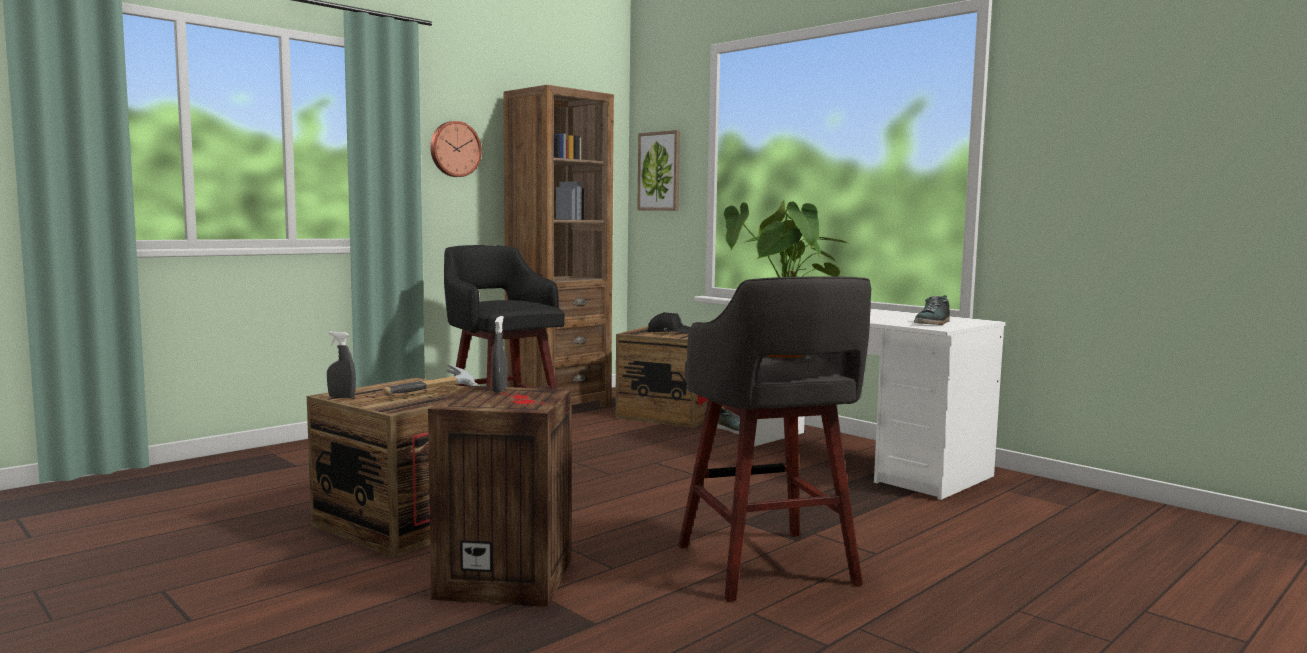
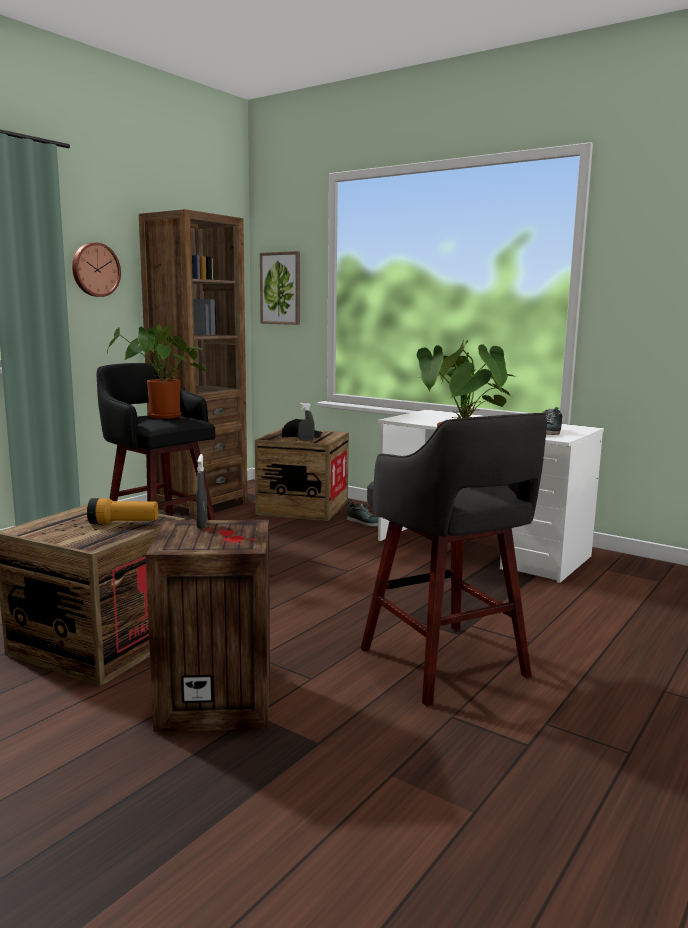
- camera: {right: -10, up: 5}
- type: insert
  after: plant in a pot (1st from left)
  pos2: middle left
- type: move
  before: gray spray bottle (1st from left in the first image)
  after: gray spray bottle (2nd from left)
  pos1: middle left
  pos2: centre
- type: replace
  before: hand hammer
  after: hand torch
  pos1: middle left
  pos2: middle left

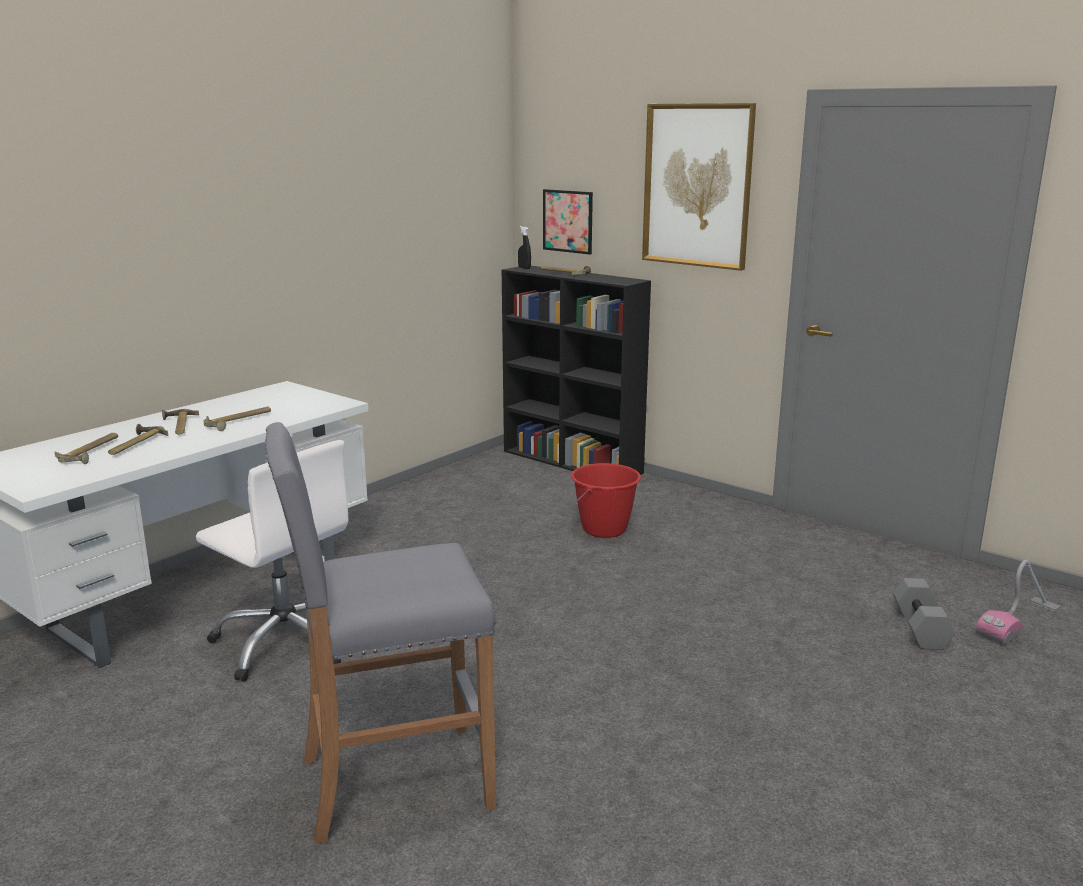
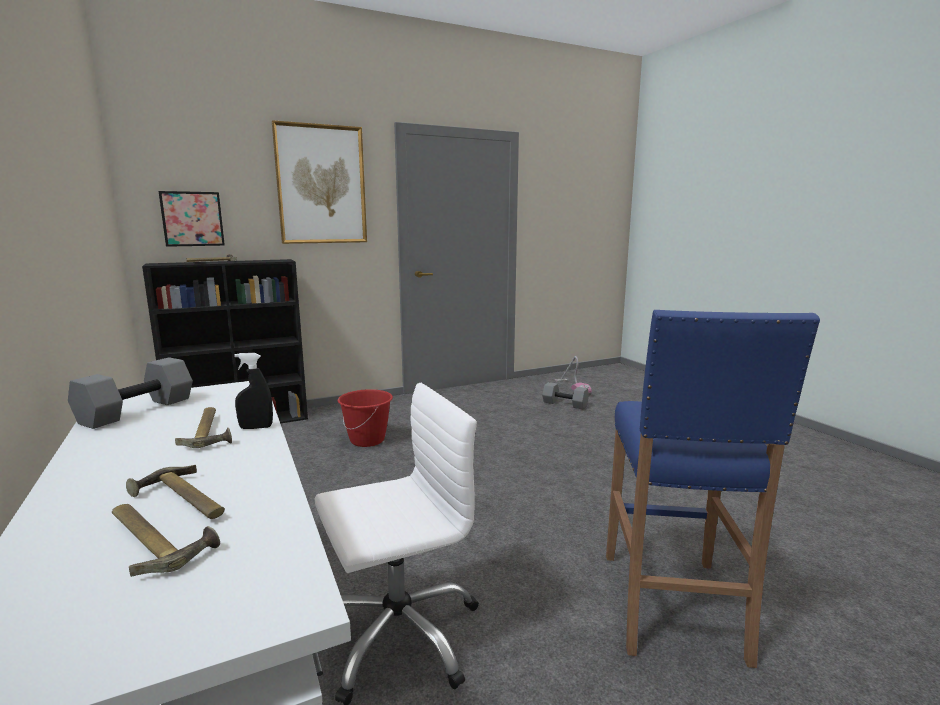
- camera: {right: -65, up: -5}
- type: delete
  before: hand hammer (3rd from left)
  pos1: middle left
- type: insert
  after: gray hand weight (1st from left)
  pos2: middle left
- type: move
  before: blackish spray bottle
  pos1: top centre
  pos2: middle left
- type: recolor
  before: gray stool seat
  after: bluish stool seat
  pos1: bottom centre
  pos2: bottom right

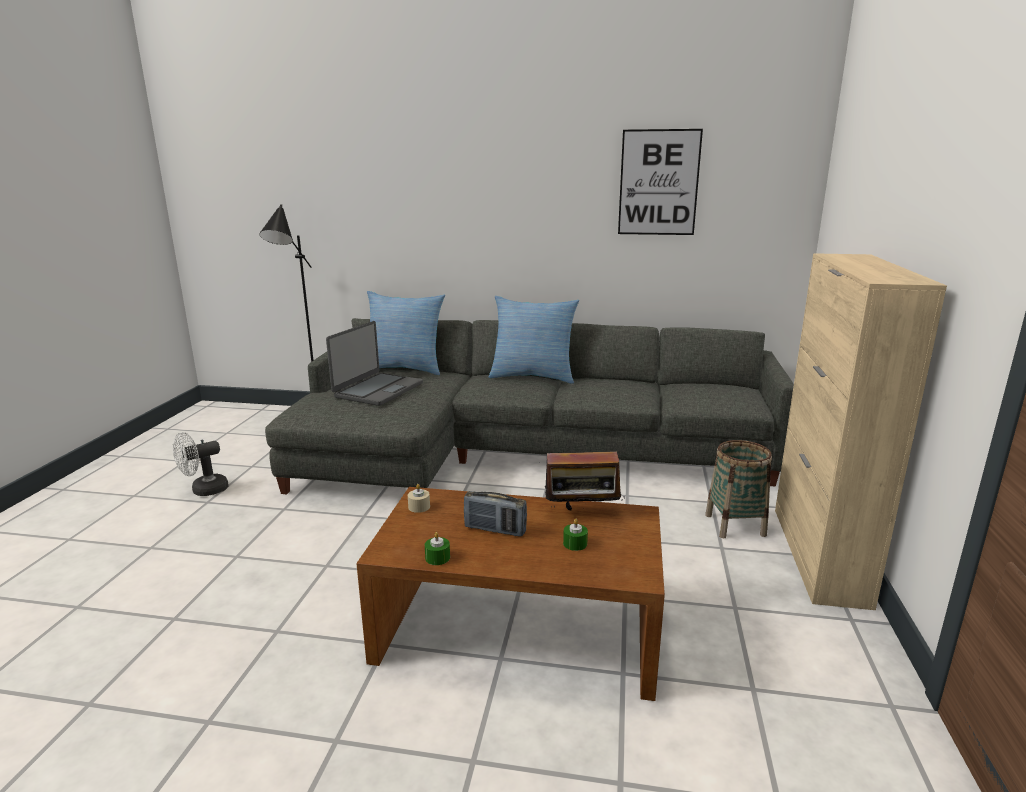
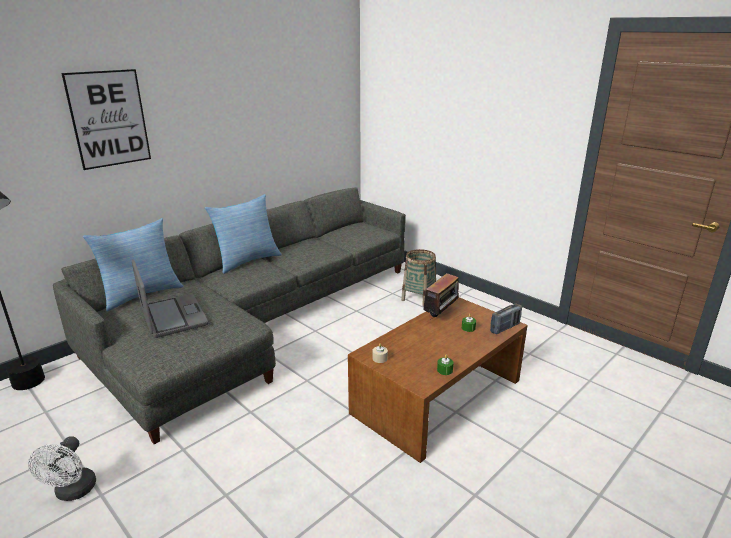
- camera: {right: -55, up: 5}
- type: delete
  before: beige cupboard
  pos1: middle right
- type: move
  before: radio (1st from left in the first image)
  after: radio (2nd from left)
  pos1: centre
  pos2: middle right
- type: move
  before: wall art
  pos1: top centre
  pos2: top left

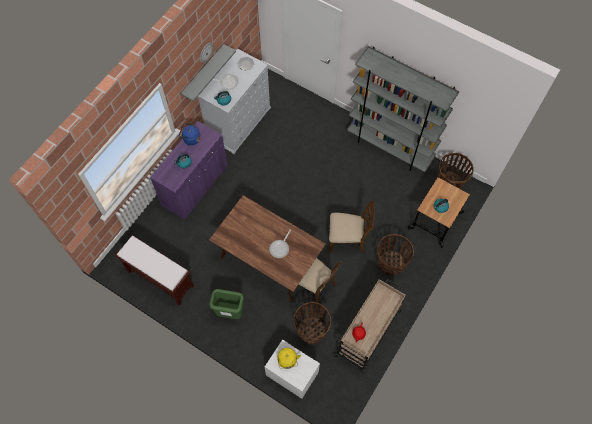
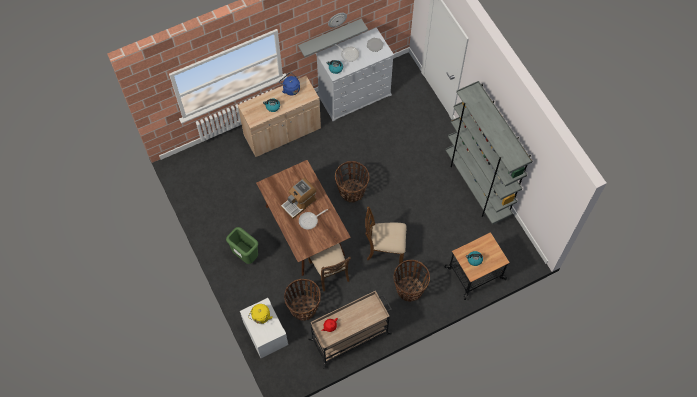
- camera: {right: 30, up: 0}
- type: delete
  before: brown long seat
  pos1: middle left
- type: insert
  after: coffee maker
  pos2: centre
- type: move
  before: household basket (3rd from left in the first image)
  after: household basket (2nd from left)
  pos1: middle right
  pos2: centre
- type: recolor
  before: purple-coloured cupboard
  after: beige cupboard
  pos1: middle left
  pos2: top centre
- type: rotate
  before: brown chair (2nd from left)
  pos1: centre
  pos2: centre
  turn: 150

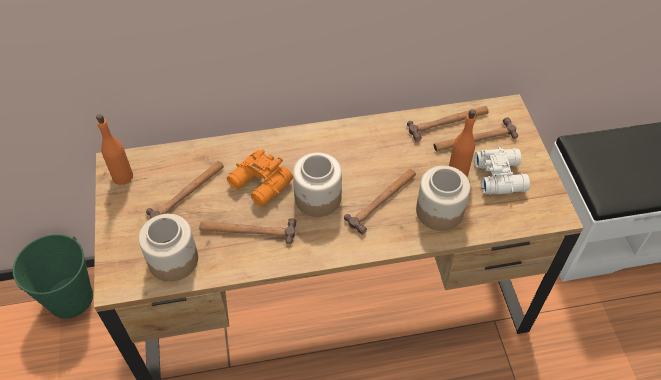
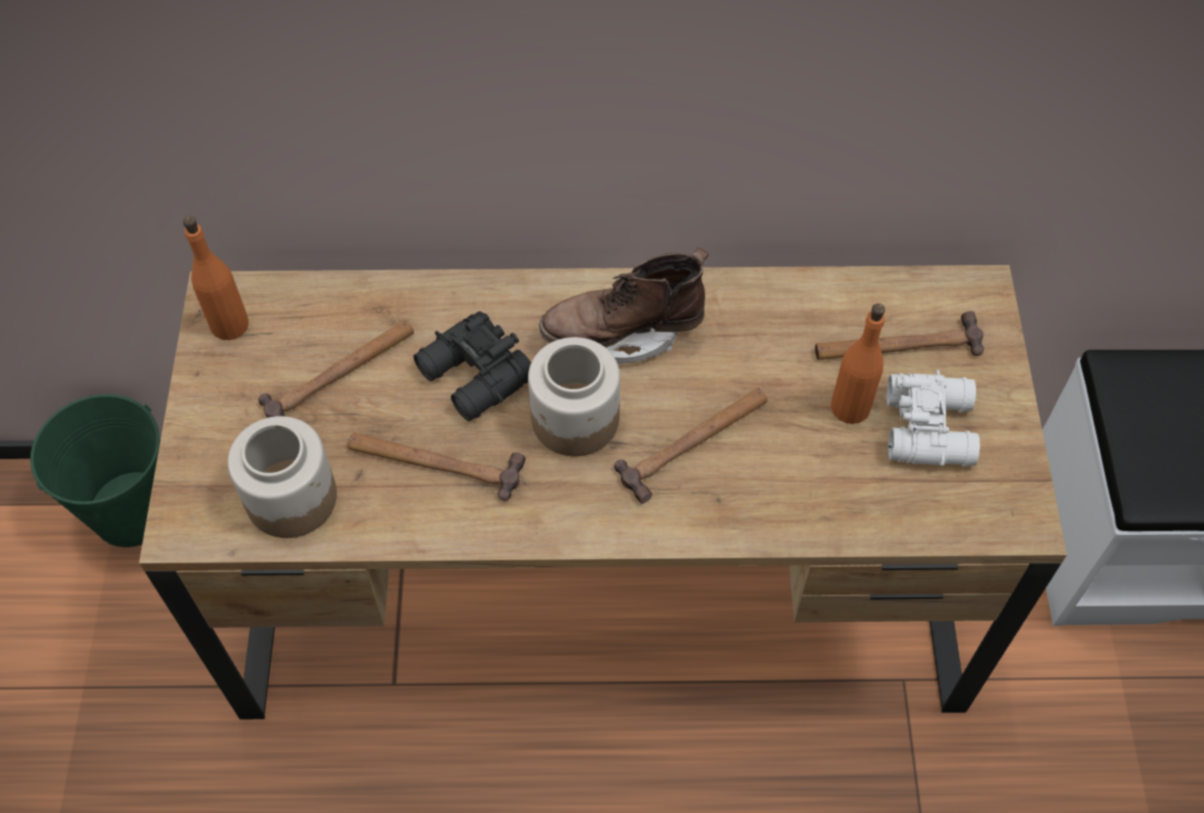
- camera: {right: 10, up: 5}
- type: delete
  before: hand hammer (4th from left)
  pos1: top right
- type: delete
  before: preserve jar (3rd from left)
  pos1: middle right
- type: insert
  after: brown boot
  pos2: centre
- type: recolor
  before: orange binoculars
  after: blackish binoculars
  pos1: centre
  pos2: centre

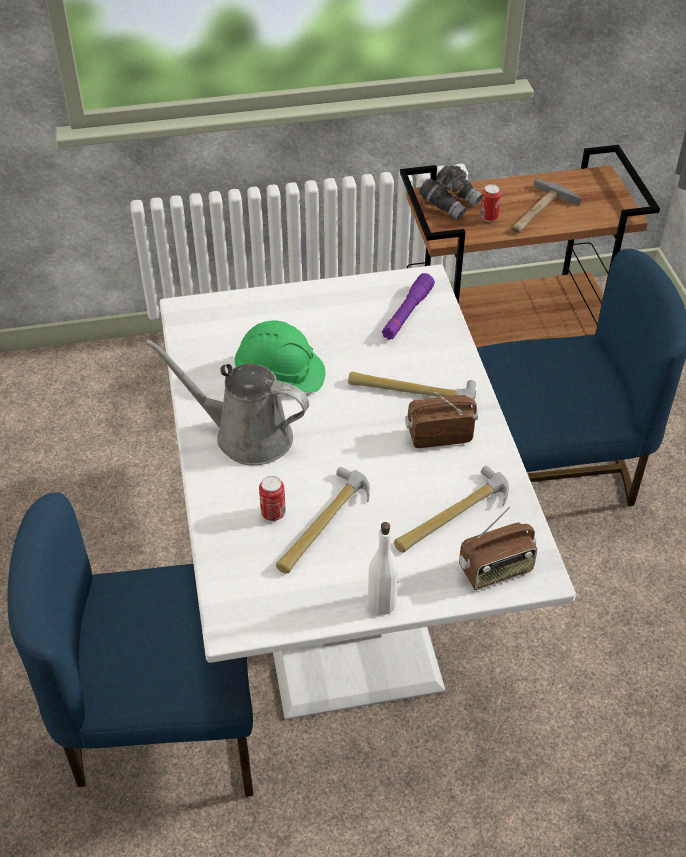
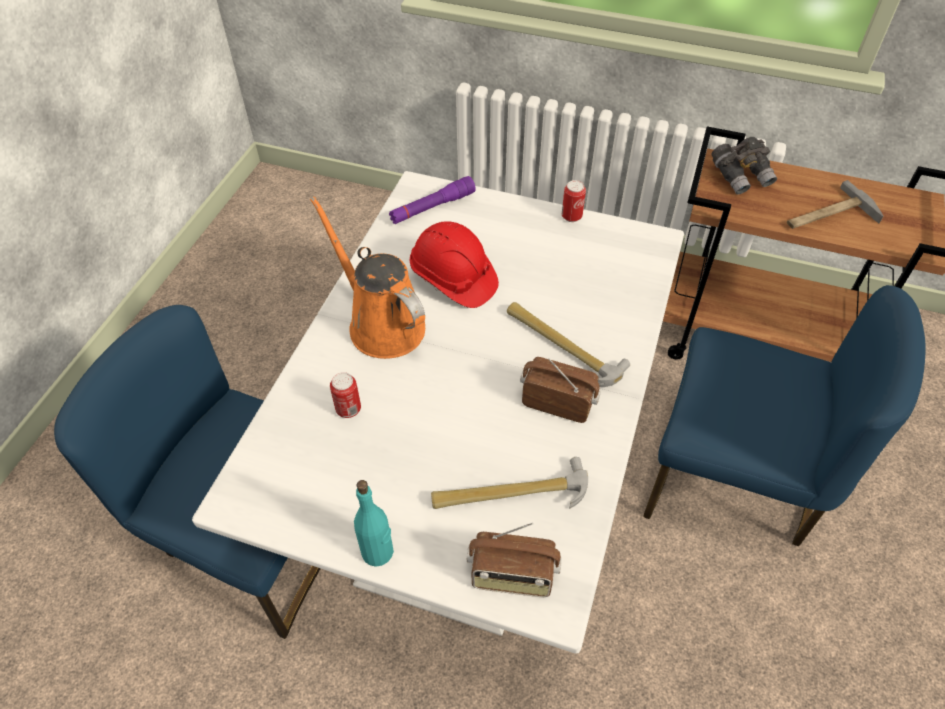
- camera: {right: 30, up: 5}
- type: delete
  before: hand hammer (1st from left)
  pos1: centre
- type: move
  before: purple-coloured hand torch
  pos1: centre
  pos2: top centre
- type: move
  before: metal can (2nd from left)
  pos1: top right
  pos2: top centre
- type: recolor
  before: gray sprinkling can
  after: orange sprinkling can
  pos1: middle left
  pos2: centre
- type: recolor
  before: green-coloured hard hat
  after: reddish hard hat
  pos1: centre
  pos2: centre
- type: recolor
  before: white drink bottle
  after: blue-green drink bottle
  pos1: centre
  pos2: bottom centre

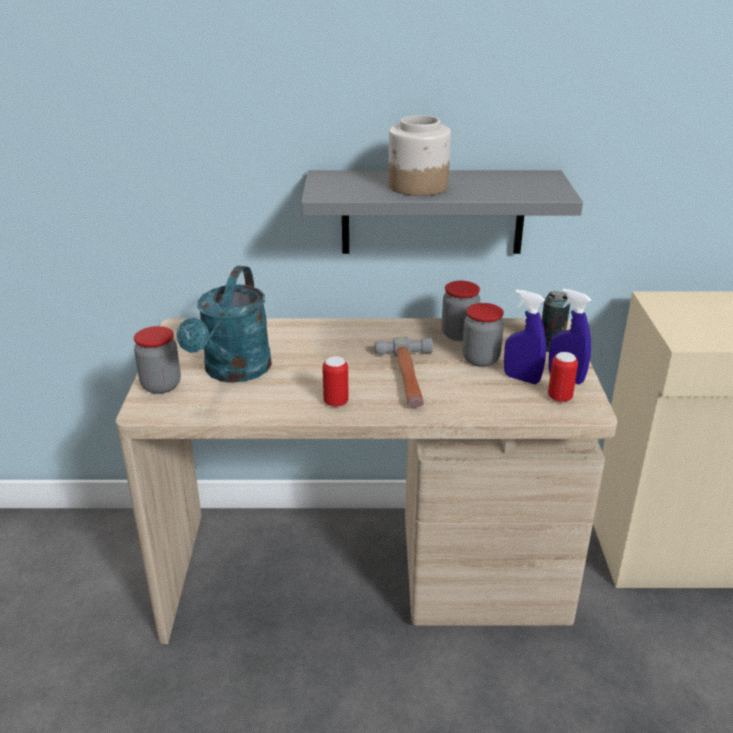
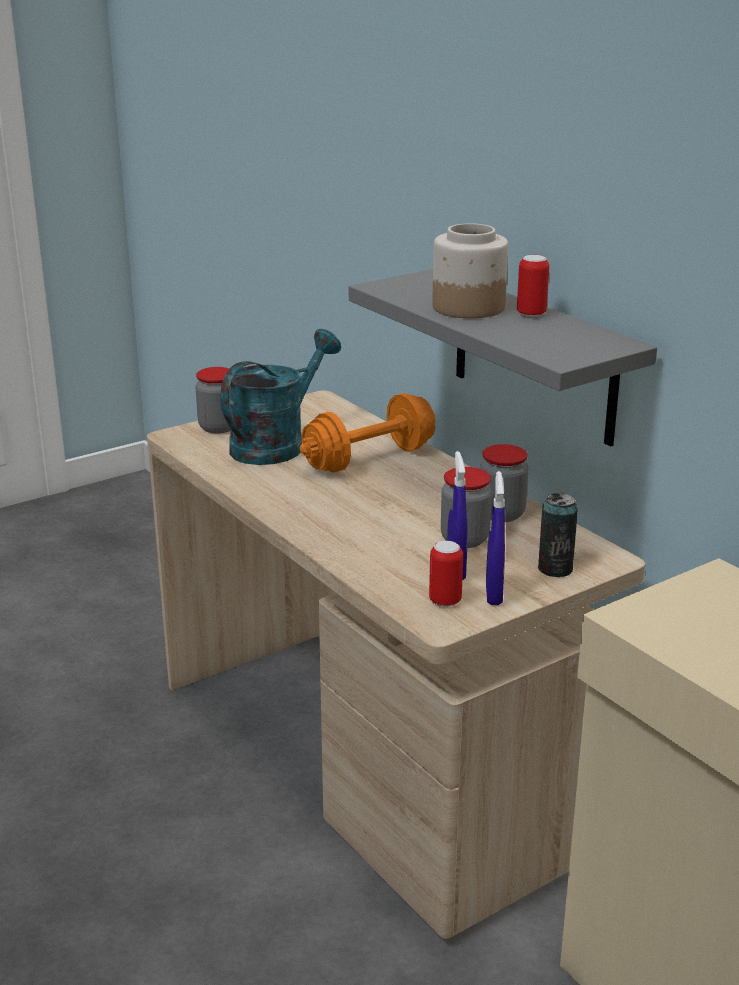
- camera: {right: 55, up: -5}
- type: delete
  before: hand hammer
  pos1: centre
- type: insert
  after: orange hand weight
  pos2: centre
- type: move
  before: metal can (1st from left in the first image)
  after: metal can (2nd from left)
  pos1: centre
  pos2: top right
- type: rotate
  before: blue-green sprinkling can
  pos1: middle left
  pos2: centre
  turn: 150

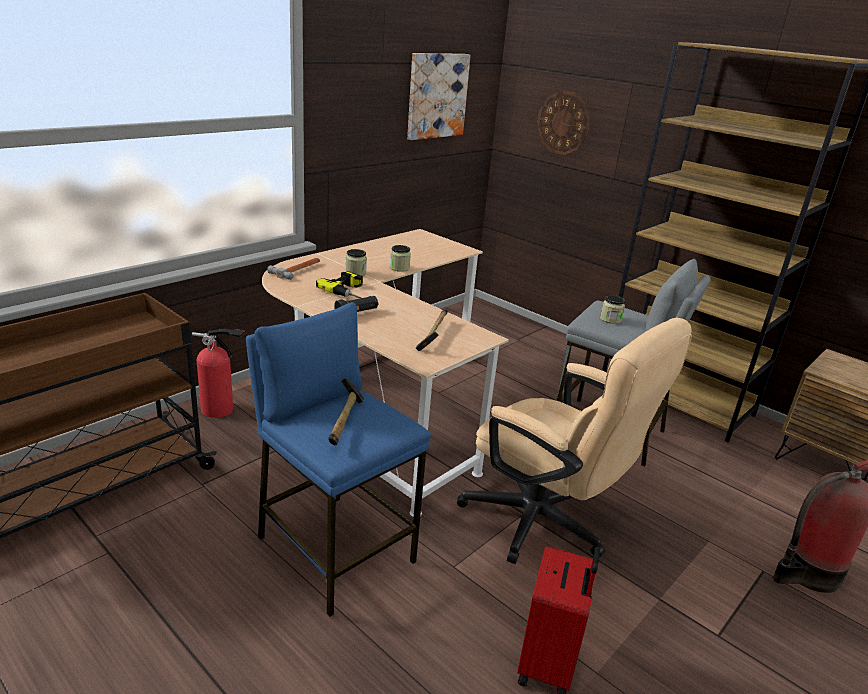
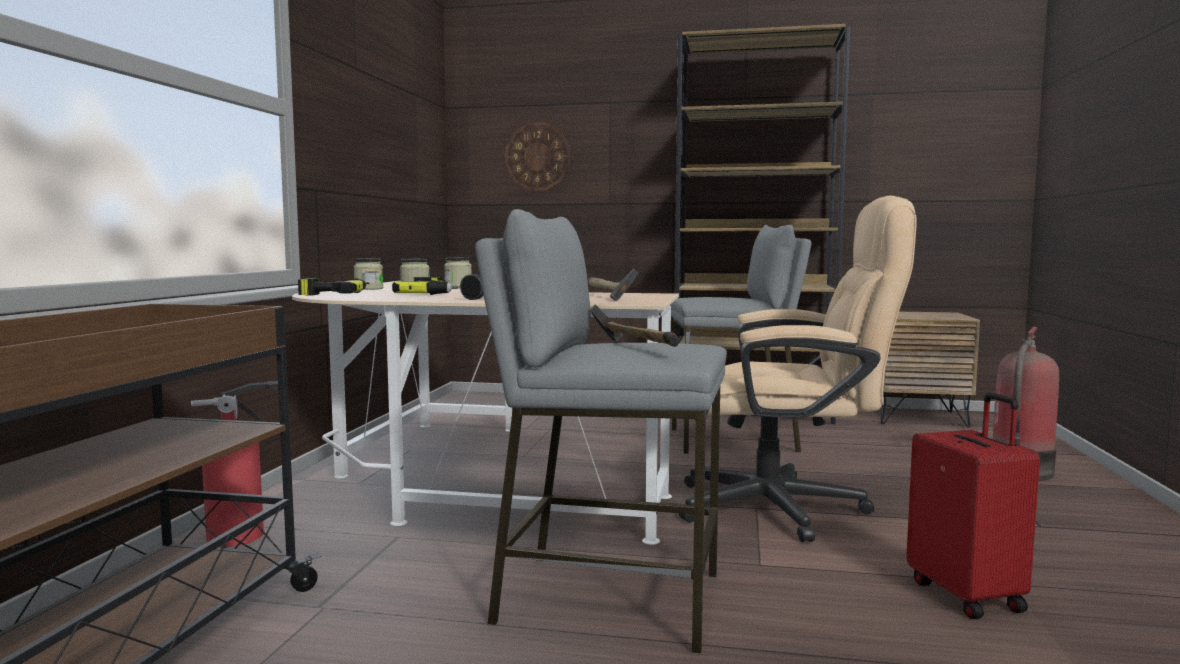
- camera: {right: -30, up: -20}
- type: delete
  before: wall art
  pos1: top centre
- type: move
  before: preserve jar (3rd from left in the first image)
  after: preserve jar (1st from left)
  pos1: middle right
  pos2: middle left
- type: replace
  before: hand hammer (1st from left)
  after: power drill (1st from left)
  pos1: centre
  pos2: middle left
- type: recolor
  before: bluish stool seat
  after: gray stool seat (1st from left)
  pos1: centre
  pos2: centre

